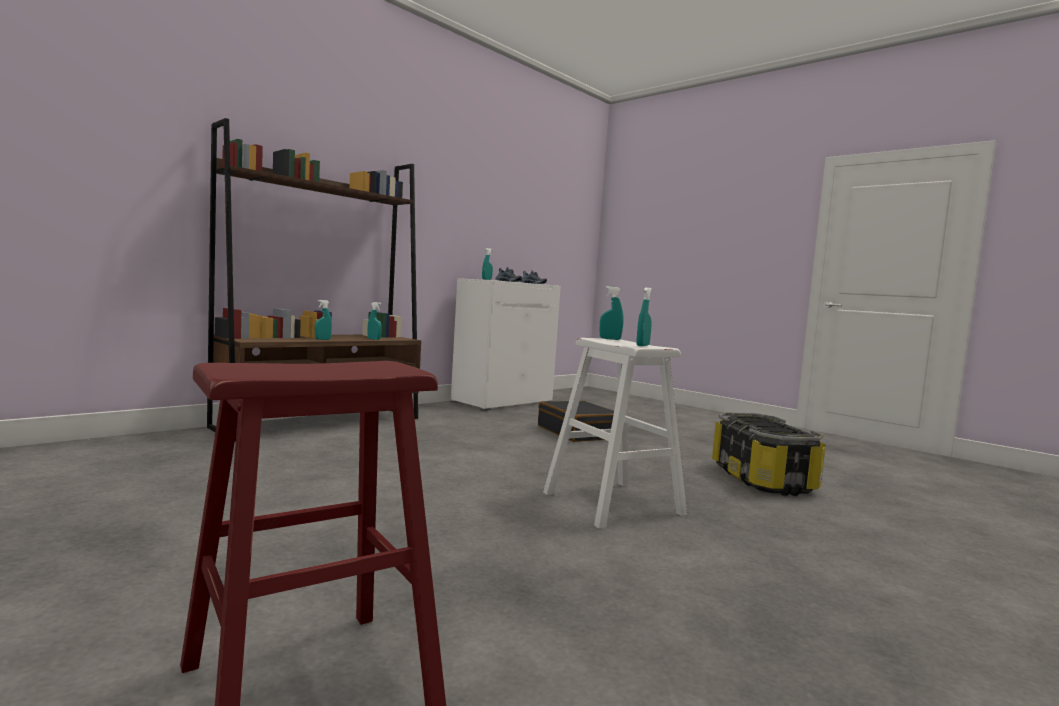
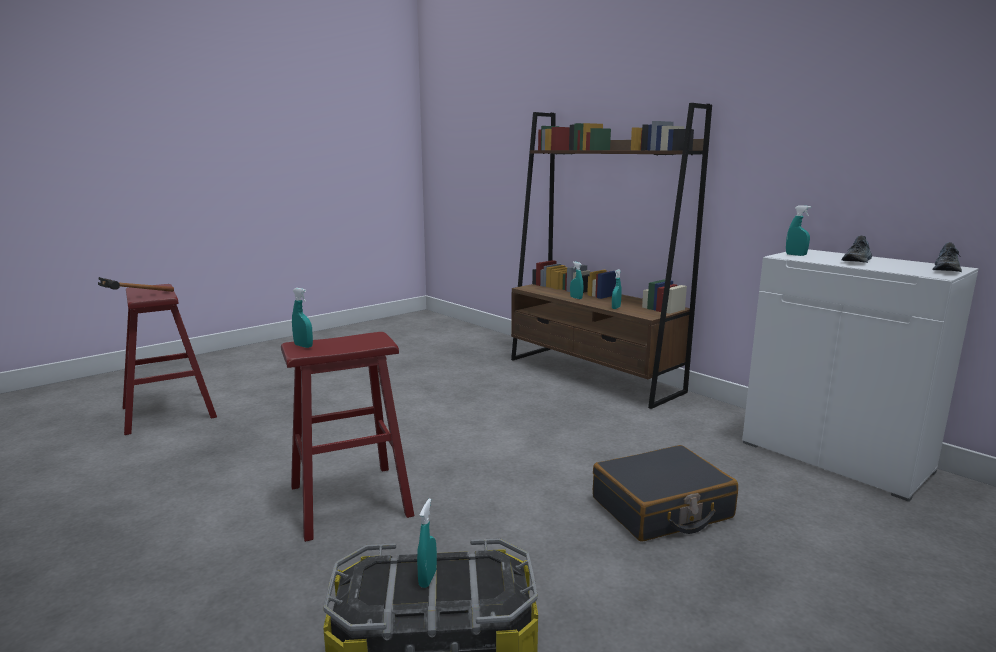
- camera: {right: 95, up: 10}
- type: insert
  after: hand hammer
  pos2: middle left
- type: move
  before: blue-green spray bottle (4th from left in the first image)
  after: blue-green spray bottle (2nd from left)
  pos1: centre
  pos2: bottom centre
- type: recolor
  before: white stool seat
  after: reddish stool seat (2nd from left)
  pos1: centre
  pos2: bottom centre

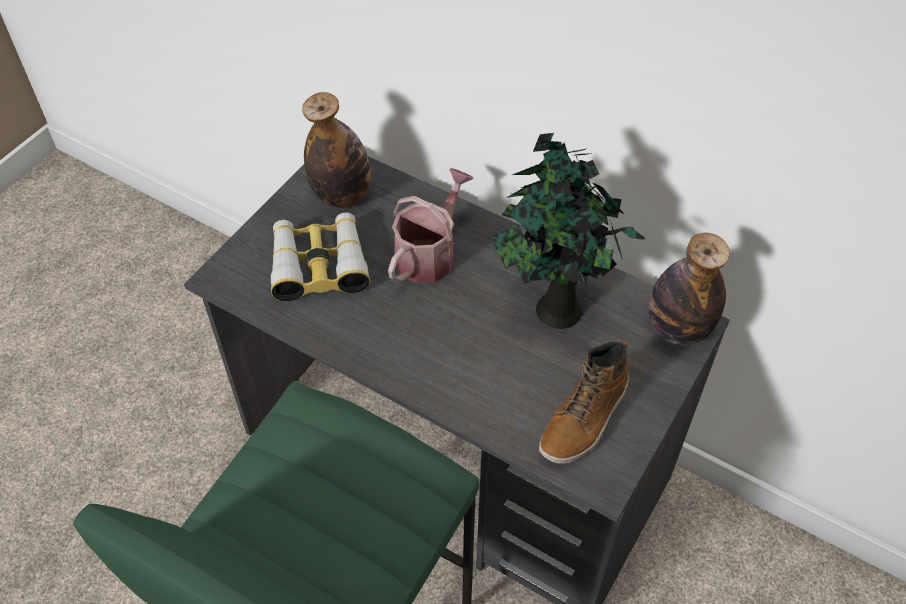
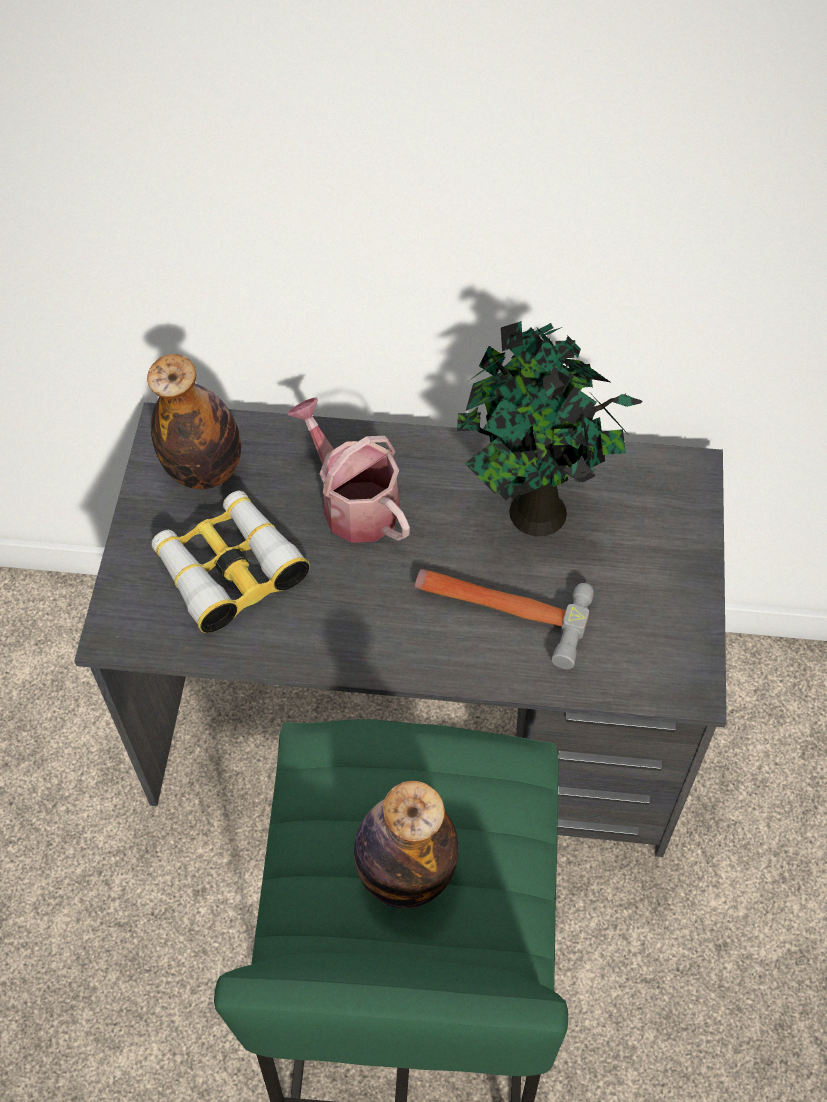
- camera: {right: -25, up: 5}
- type: delete
  before: boot
  pos1: centre
- type: insert
  after: hand hammer
  pos2: centre
- type: move
  before: drink bottle (2nd from left)
  pos1: middle right
  pos2: bottom centre
- type: rotate
  before: sprinkling can
  pos1: centre
  pos2: centre
  turn: -45

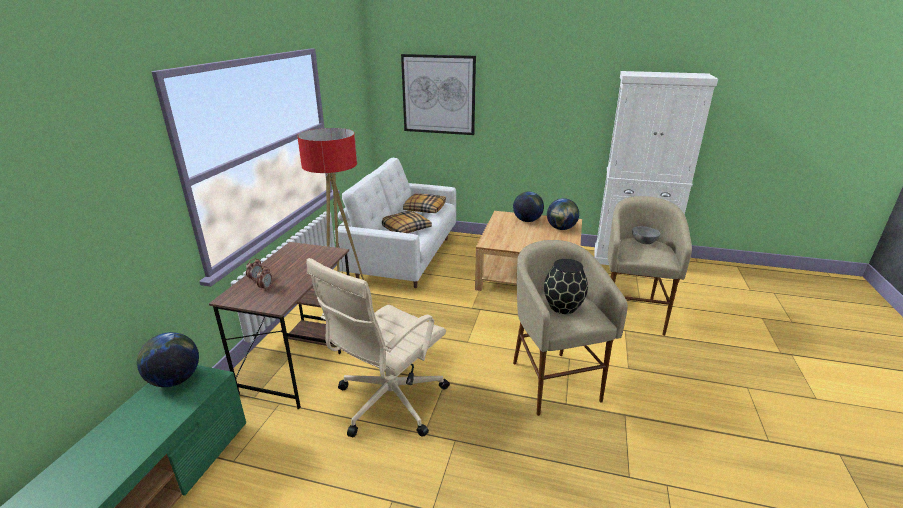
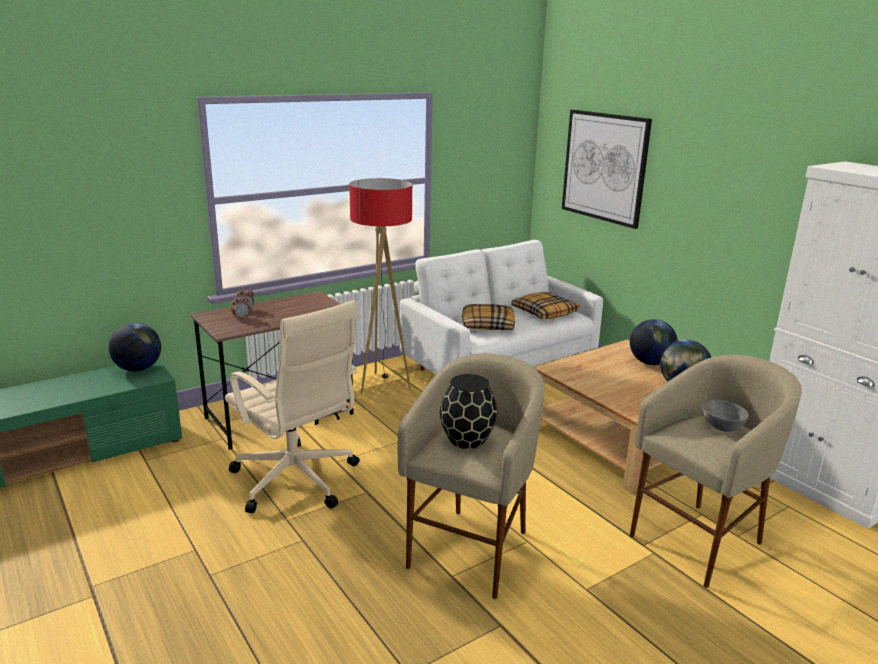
- camera: {right: 40, up: -5}
- type: rotate
  before: beige computer chair
  pos1: bottom centre
  pos2: middle left
  turn: -120

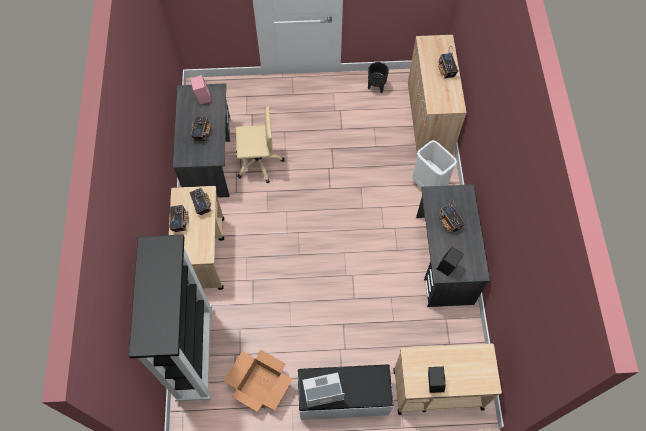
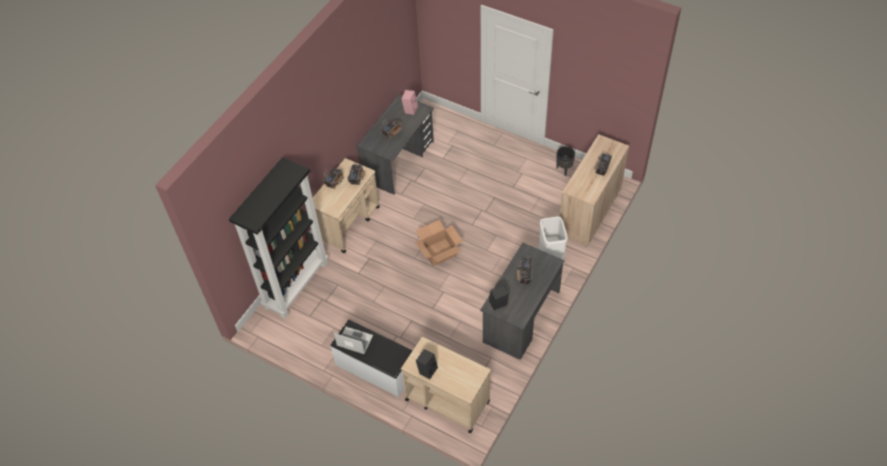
- camera: {right: 35, up: -10}
- type: delete
  before: beige computer chair
  pos1: centre
- type: move
  before: cardboard box
  pos1: bottom centre
  pos2: centre

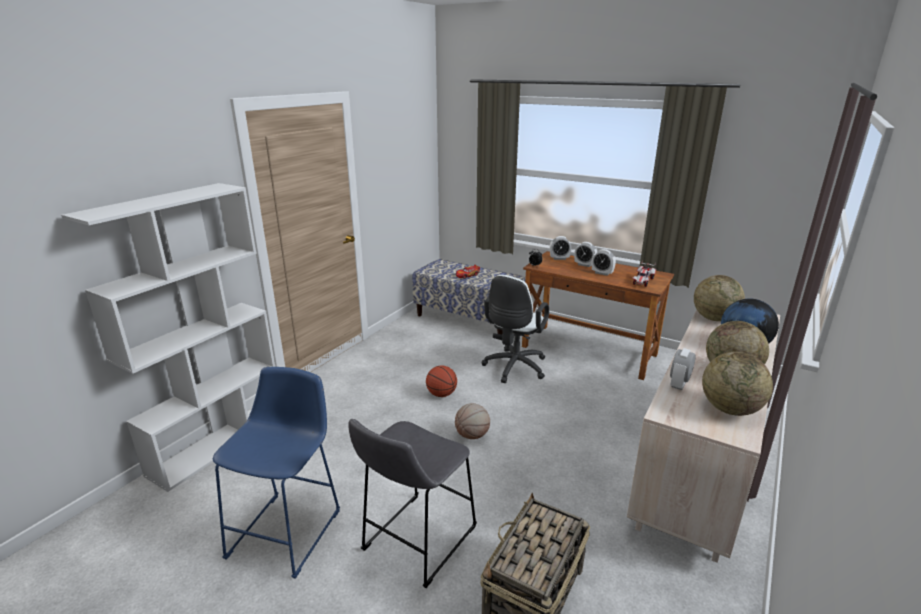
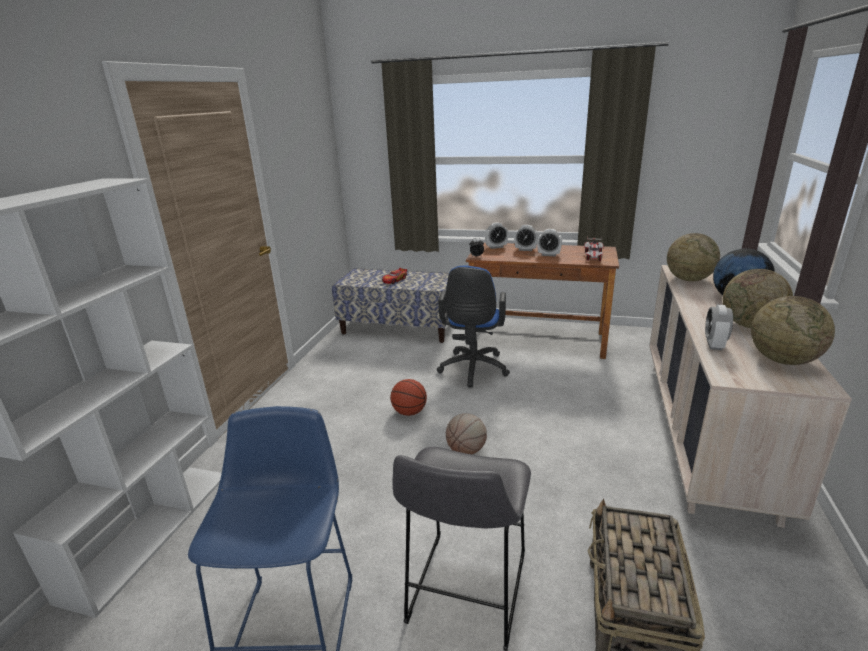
- camera: {right: -15, up: 0}
- type: recolor
  before: white computer chair
  after: bluish computer chair
  pos1: centre
  pos2: centre

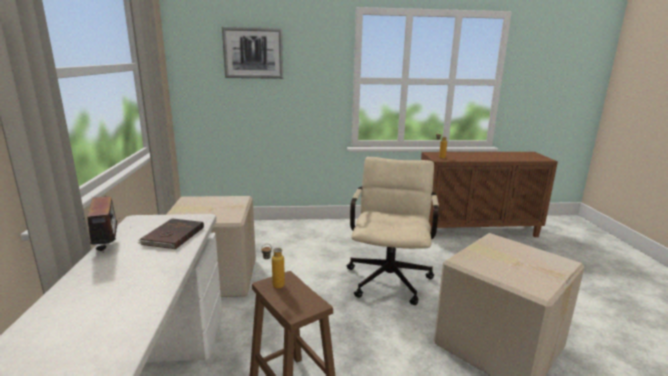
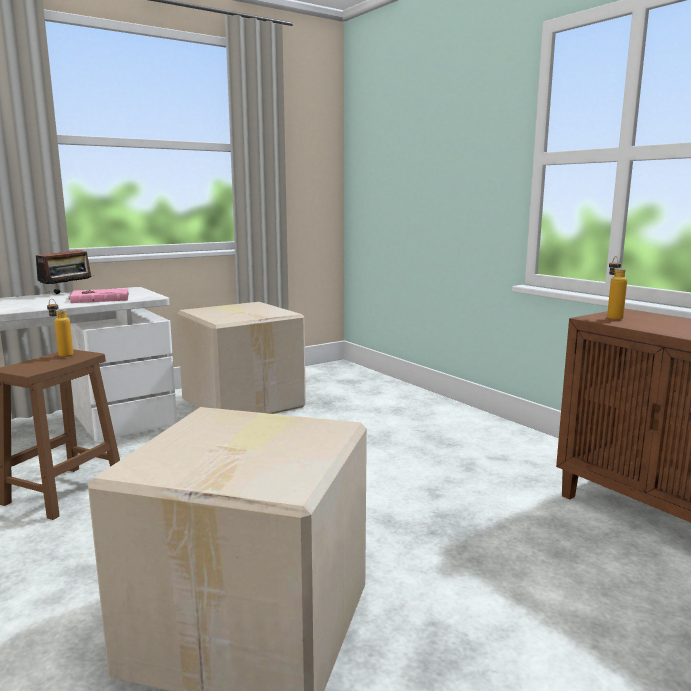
- camera: {right: 60, up: -5}
- type: delete
  before: wall art
  pos1: top centre
- type: delete
  before: beige computer chair
  pos1: centre
- type: recolor
  before: brown volume
  after: pinkish volume
  pos1: middle left
  pos2: middle left

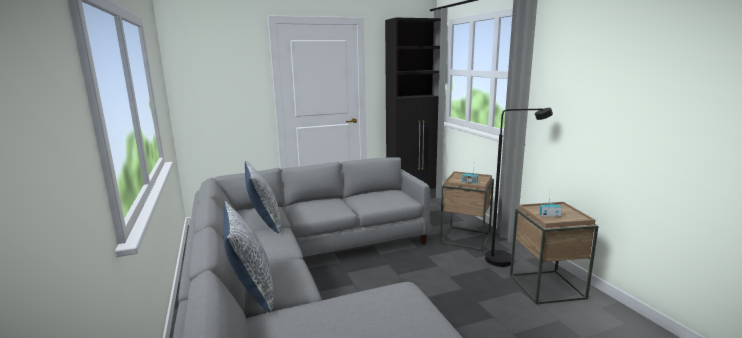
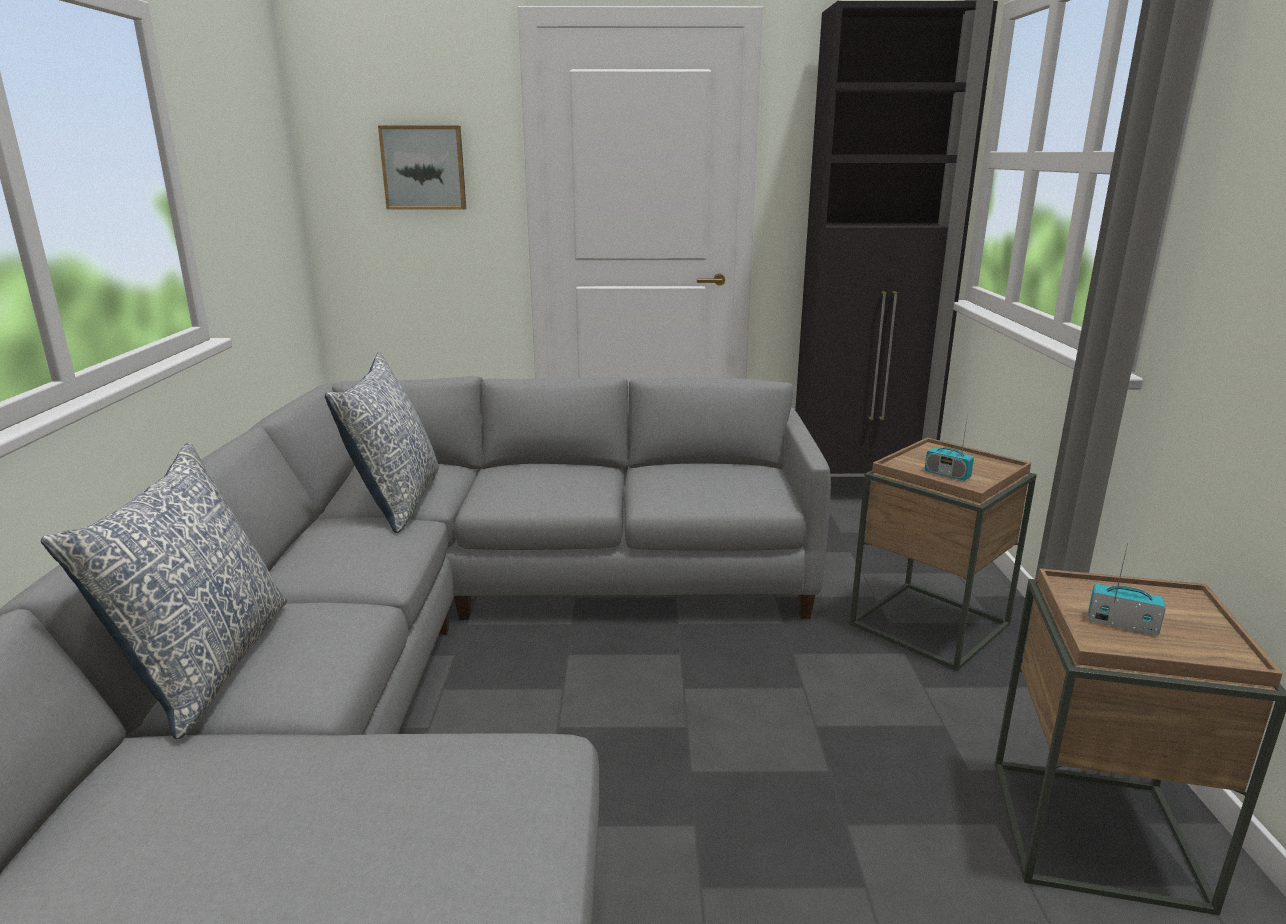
- camera: {right: 20, up: 5}
- type: delete
  before: blackish floor lamp
  pos1: middle right
- type: insert
  after: wall art
  pos2: top left

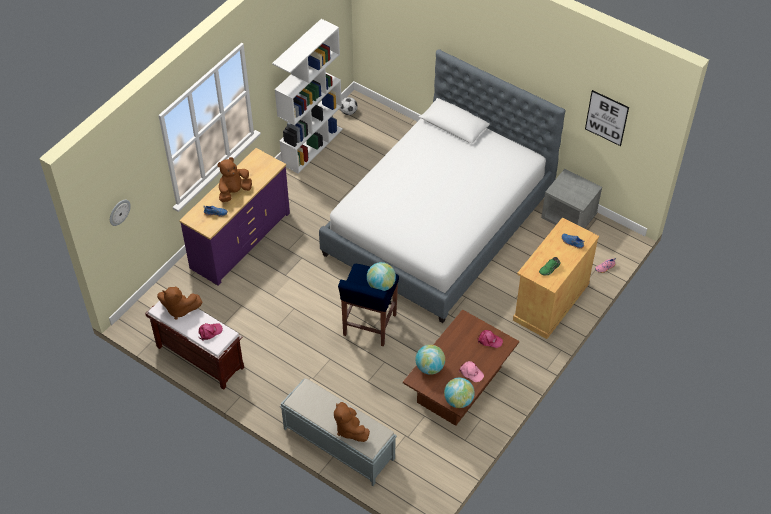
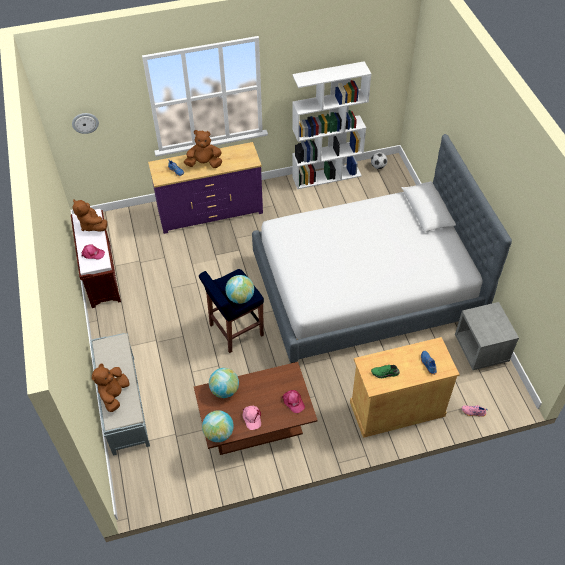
- camera: {right: 40, up: 0}
- type: delete
  before: wall art
  pos1: top right

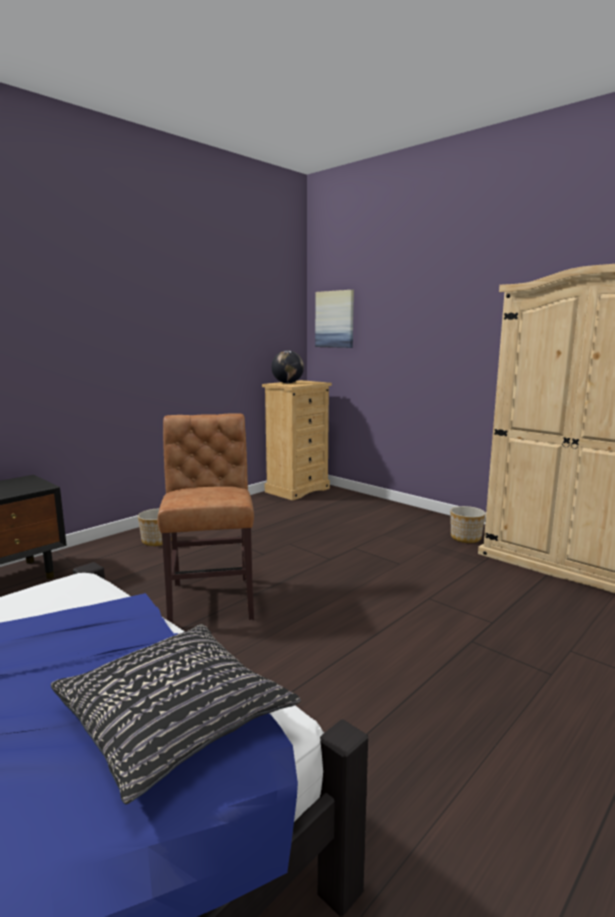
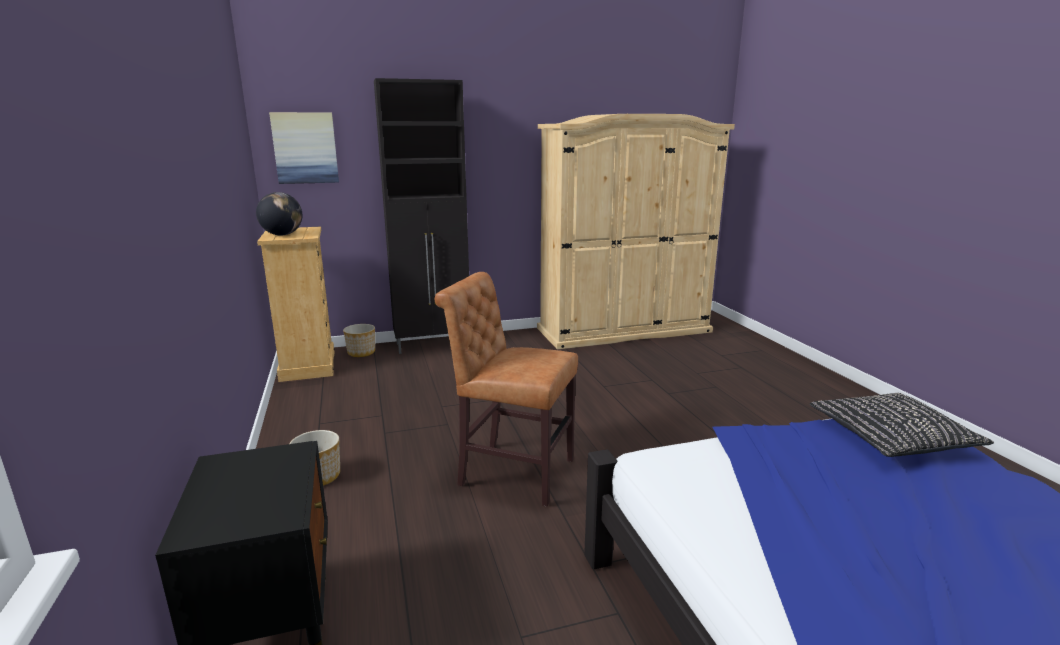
- camera: {right: -60, up: 5}
- type: insert
  after: blackish cupboard
  pos2: centre
- type: move
  before: planter (2nd from left)
  pos1: middle right
  pos2: centre

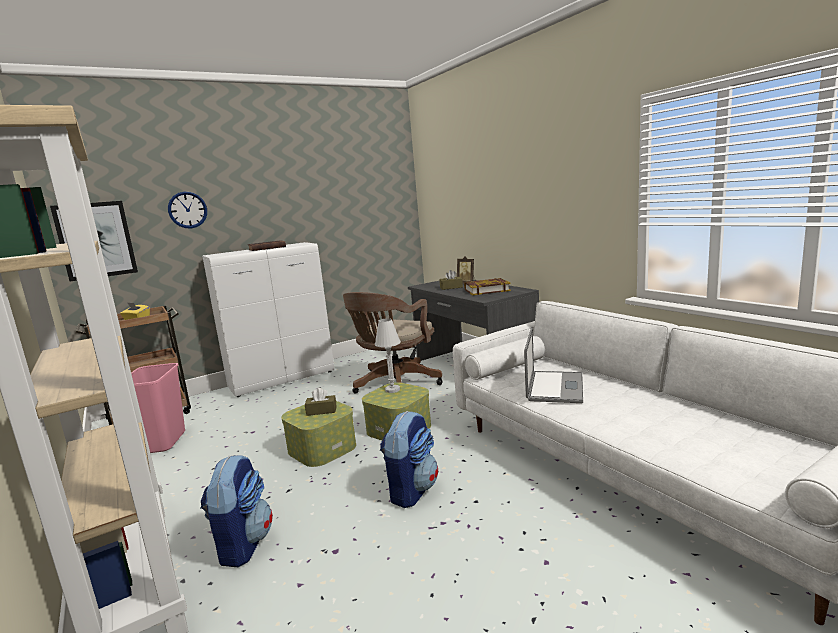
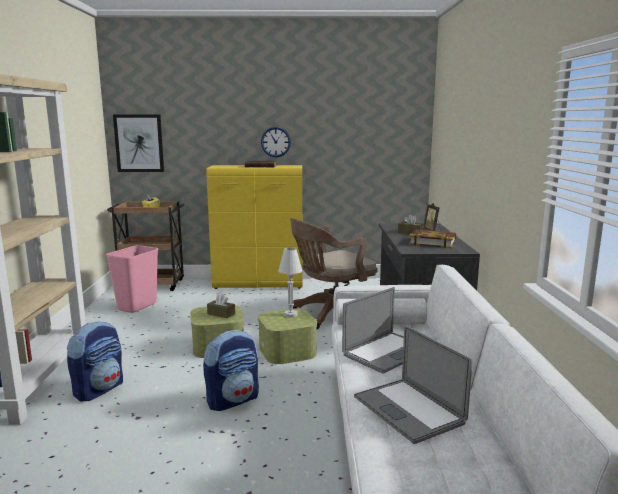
- camera: {right: 30, up: 0}
- type: insert
  after: laptop (2nd from left)
  pos2: bottom right
- type: move
  before: hanging clock
  pos1: top left
  pos2: top centre
- type: recolor
  before: white cupboard
  after: yellow-coloured cupboard
  pos1: middle left
  pos2: centre

